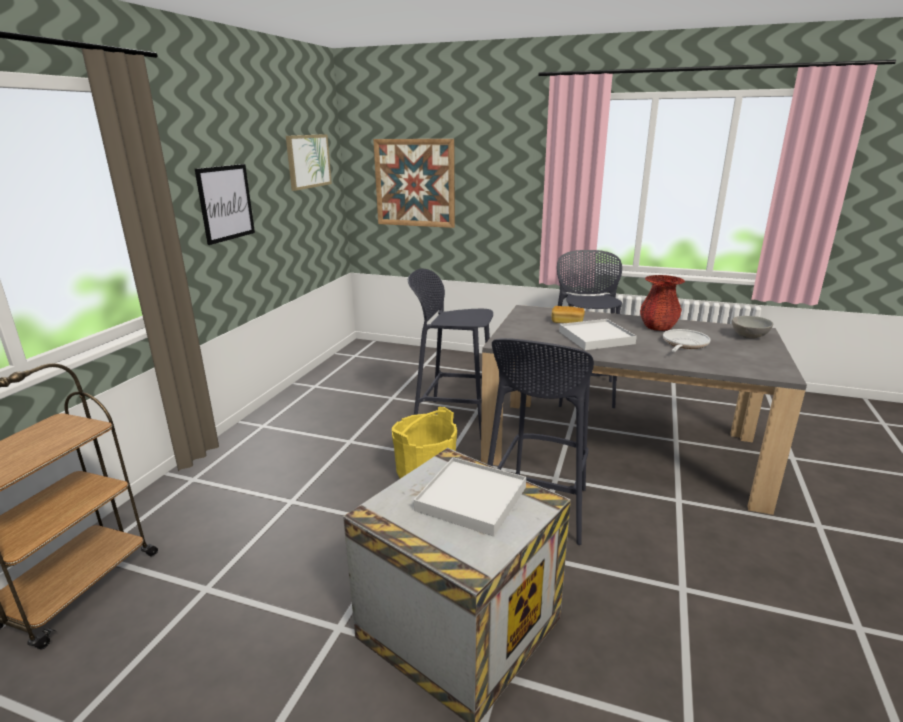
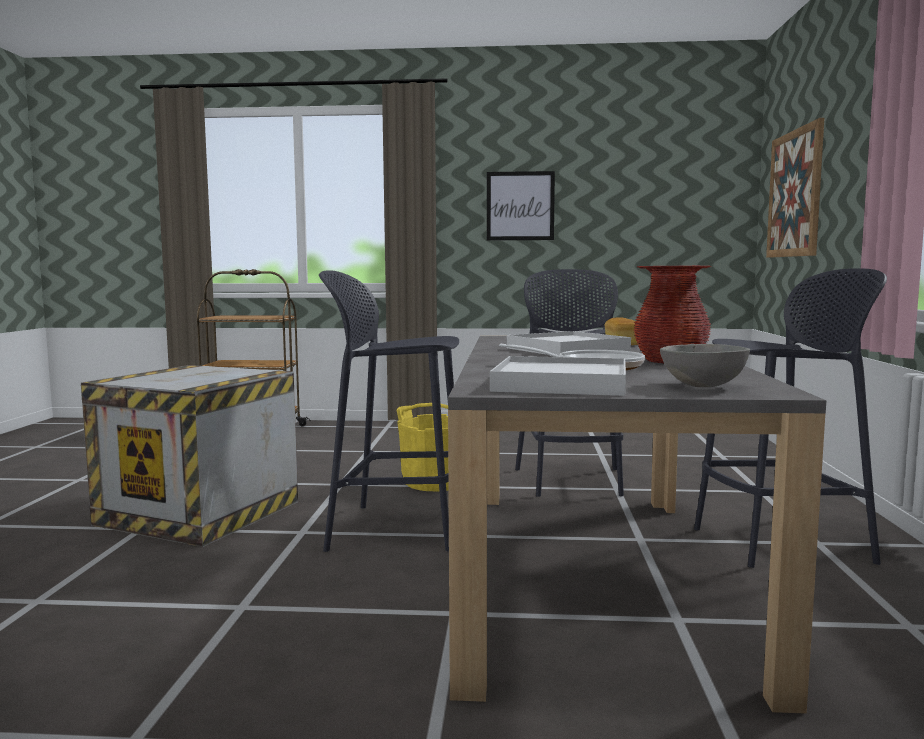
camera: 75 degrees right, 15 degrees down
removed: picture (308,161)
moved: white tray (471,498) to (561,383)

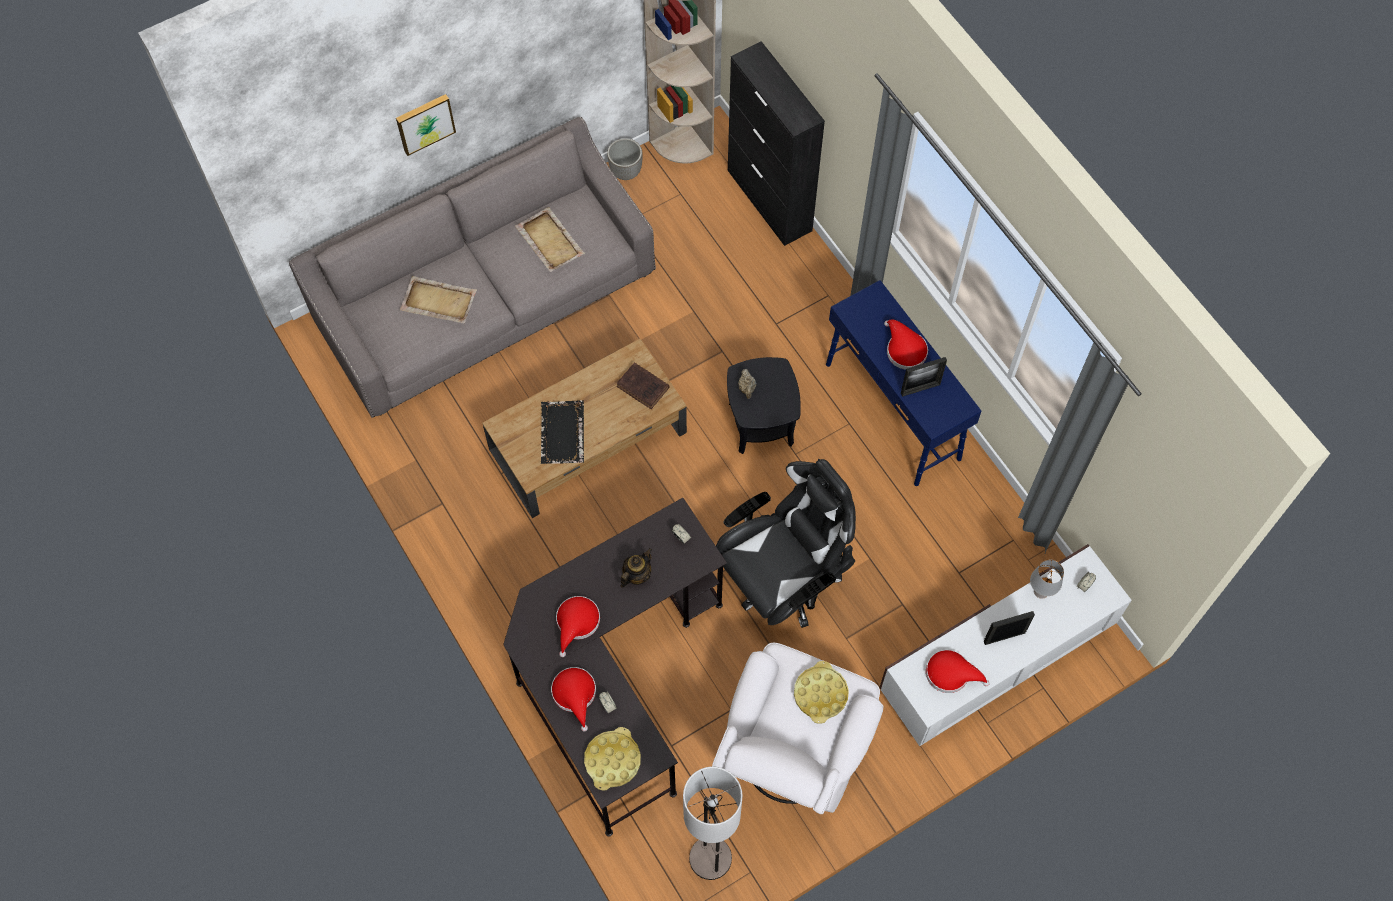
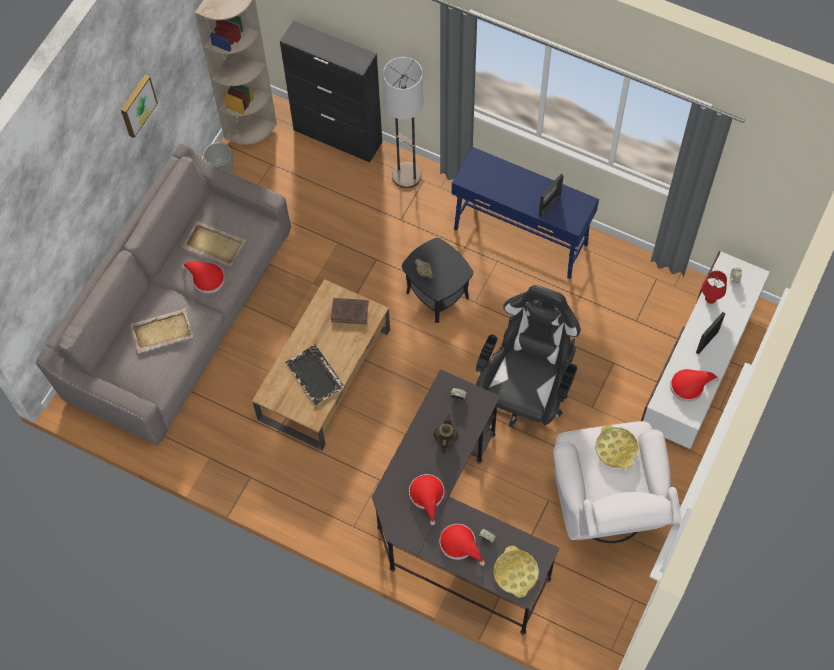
camera: 30 degrees left, 0 degrees up
moved: picture (424,123) to (137,105); red hat (904,349) to (206,278); floor lamp (711,858) to (407,175)
recoloured: grey table lamp (1040,592) to red table lamp (710,299)

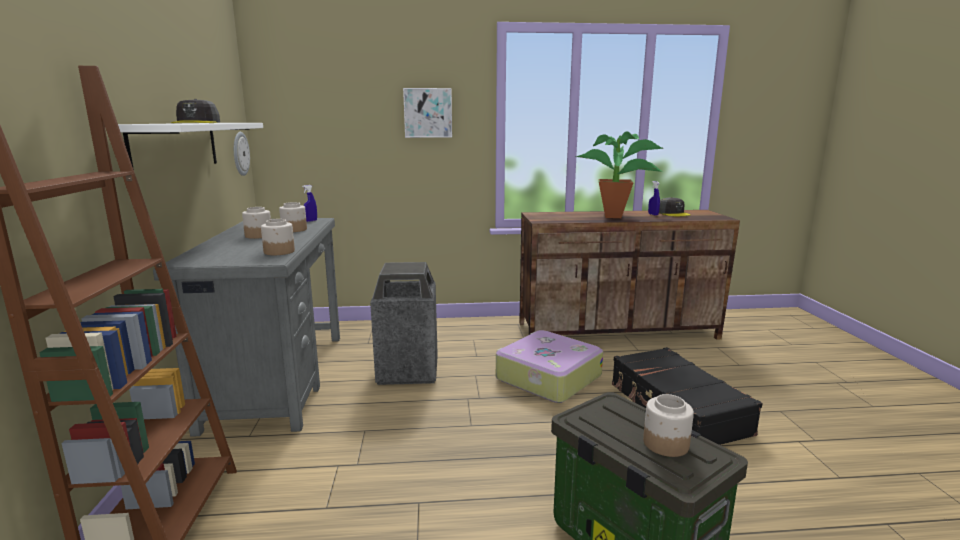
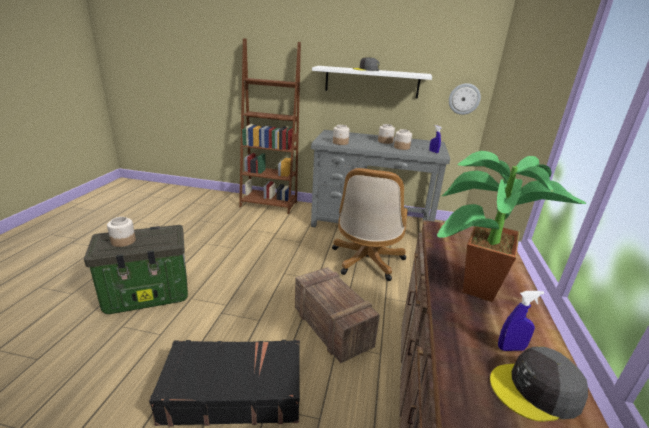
camera: 105 degrees right, 10 degrees up
removed: picture (428,113)
replaced: suitcase (547,377) to crate (331,326); trash can (408,371) to office chair (366,263)

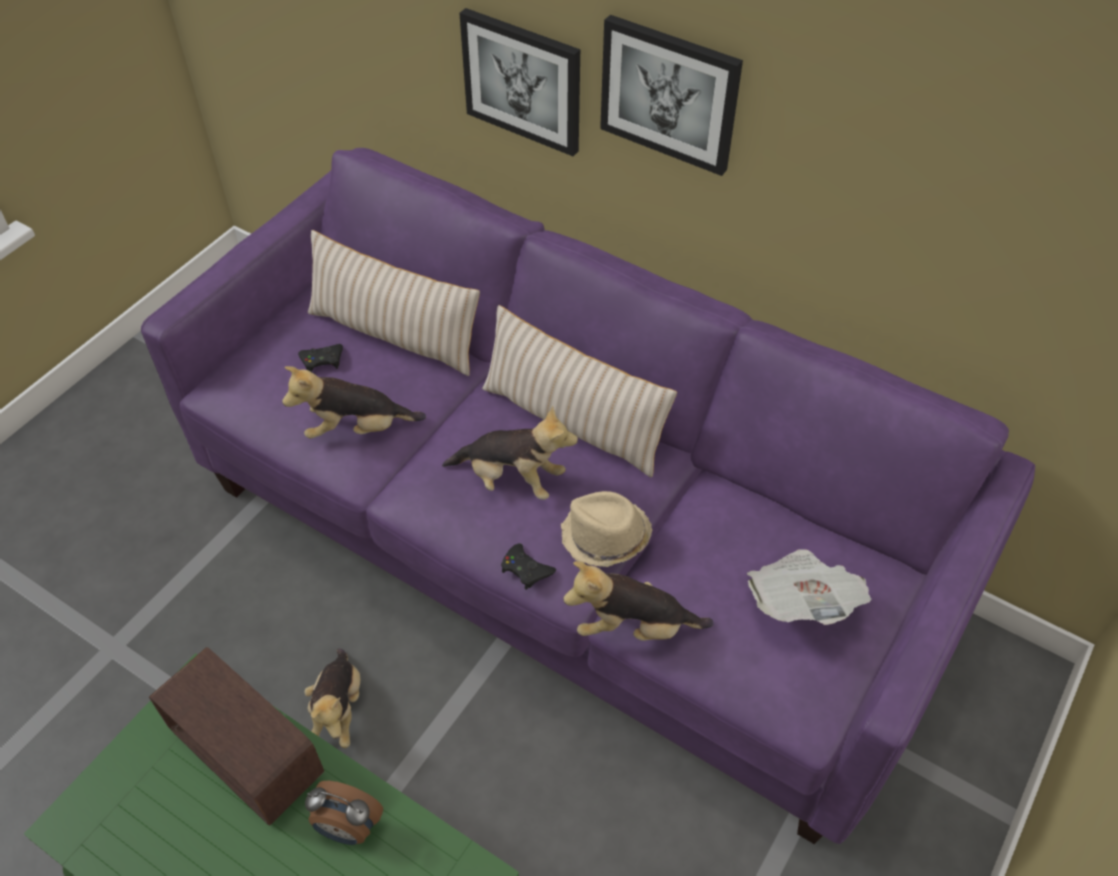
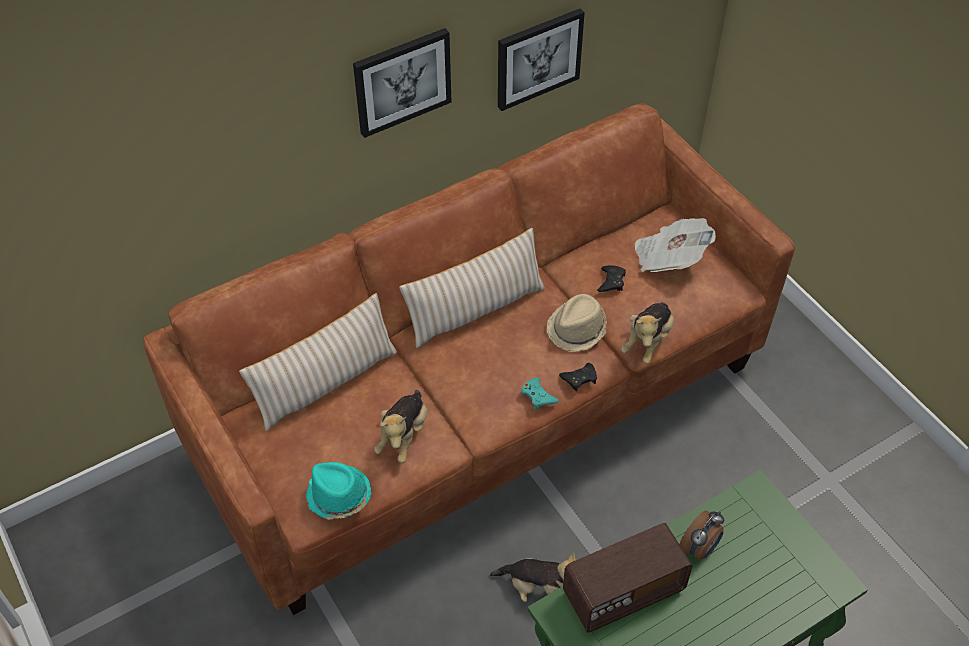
camera: 65 degrees left, 0 degrees up
removed: plush toy (511,479)
added: turquoise hat (338,496); turquoise game controller (538,396)
moved: picture (523,80) to (538,58); black game controller (322,360) to (611,281)
recoloured: purple sofa (561,554) to brown sofa (482,411)

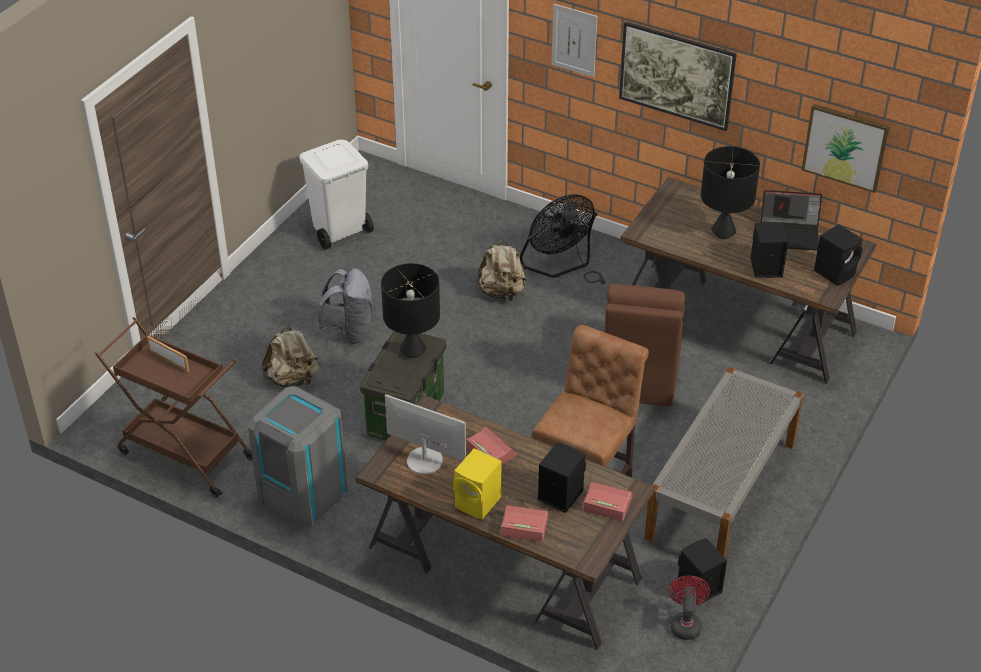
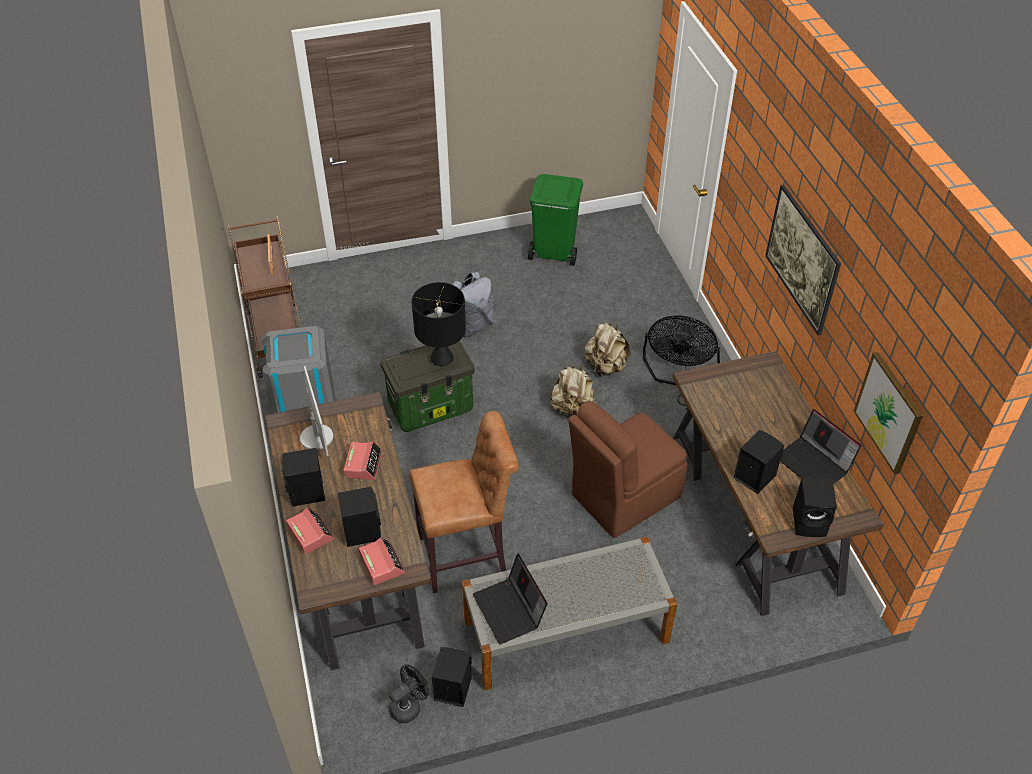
camera: 45 degrees right, 5 degrees up
removed: picture (574,40); black table lamp (723,232)
added: laptop (510,610)
moved: beige backpack (293,379) to (572,409)
recoloured: yellow speaker (479,503) to black speaker (307,493); red fan (685,623) to black fan (409,706); white trash can (339,232) to green trash can (553,253)

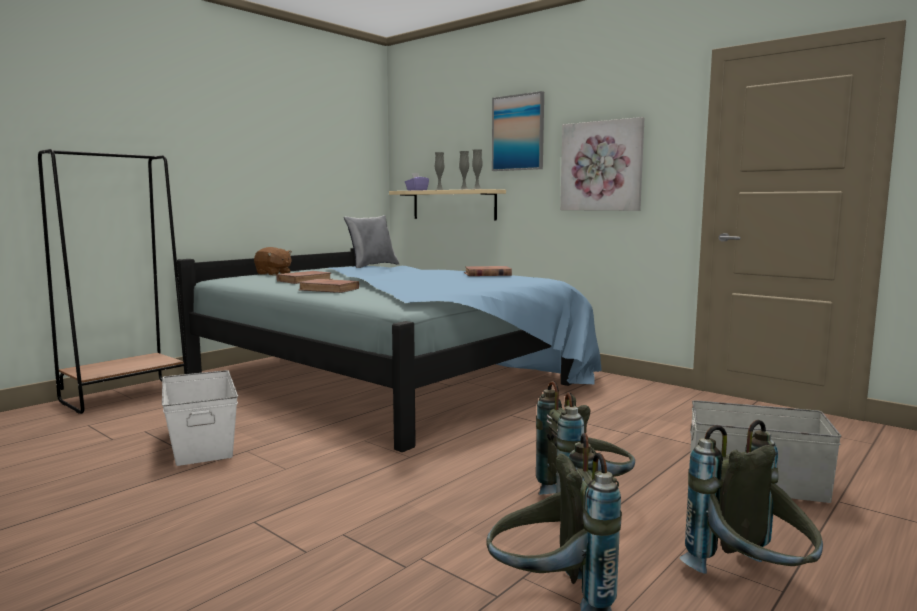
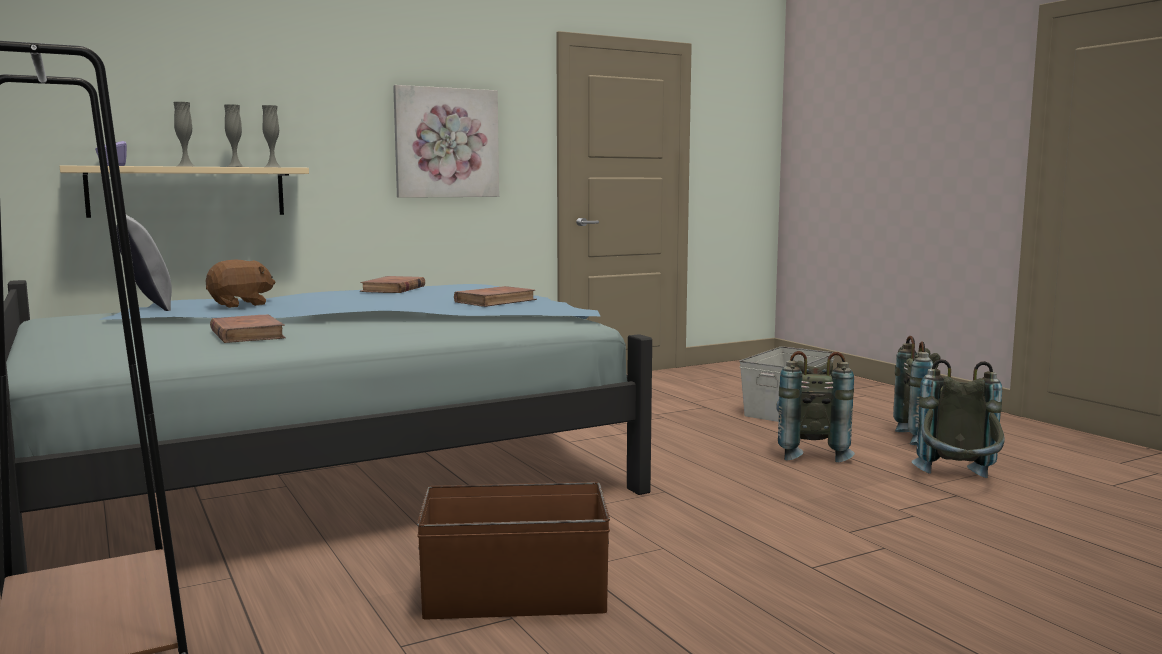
camera: 70 degrees left, 0 degrees up
removed: picture (518,133)
moved: brown plush toy (273,274) to (241,304); brown book (329,289) to (495,301)
recoloured: white storage box (202,442) to brown storage box (514,596)

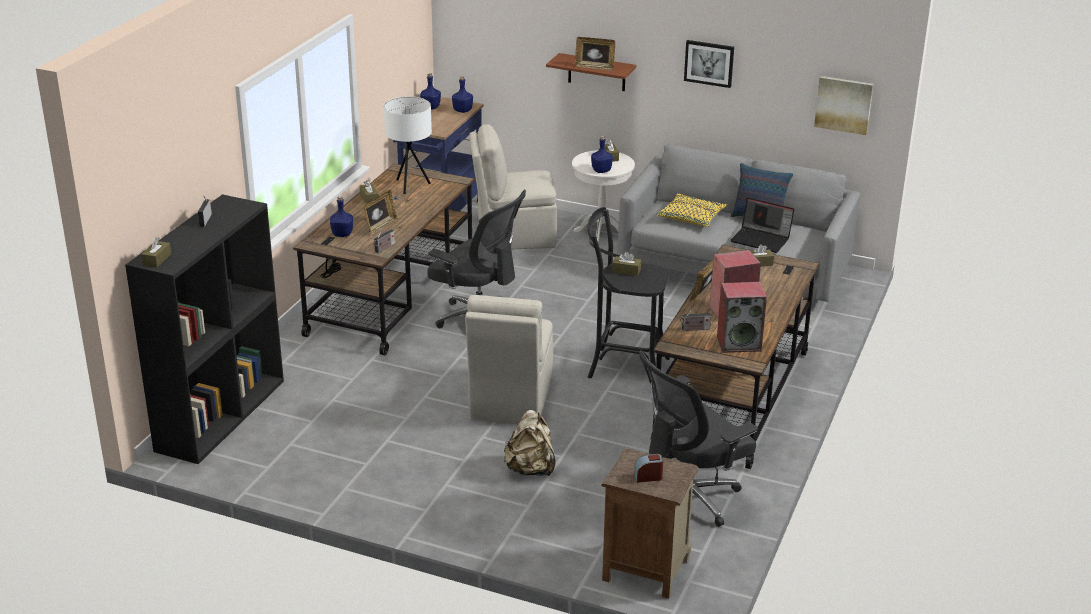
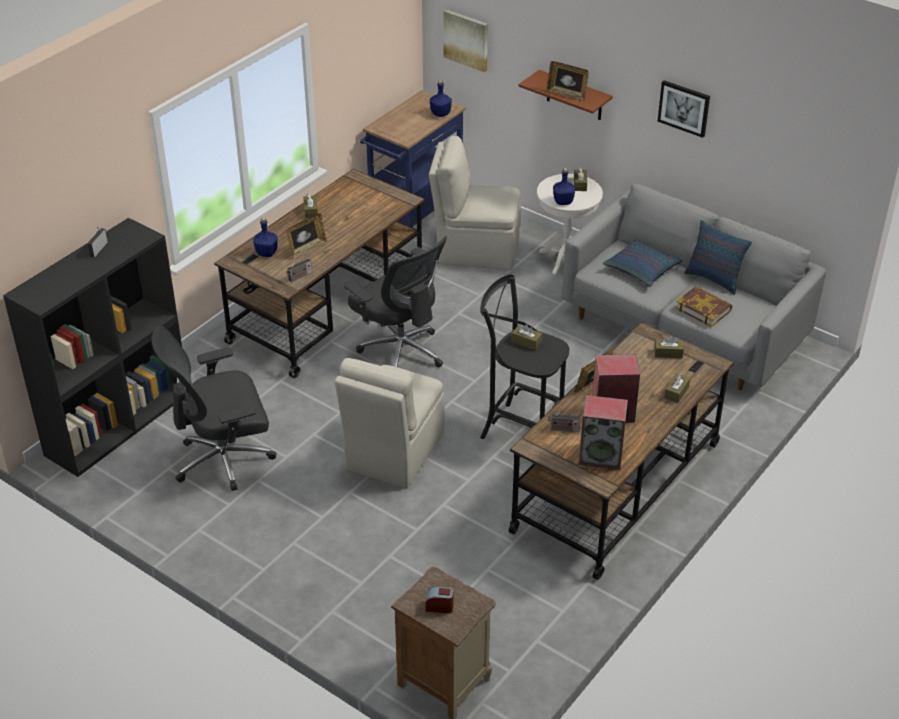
camera: 15 degrees right, 10 degrees up
removed: white table lamp (409,187); blue bottle (431,107); beige backpack (530,469)
moved: office chair (689,499) to (225,459); picture (843,104) to (466,40); brown tissue box (157,260) to (676,392)
replaced: laptop (761,239) to book (703,309)
recoloured: yellow pillow (691,217) to blue pillow (642,269)

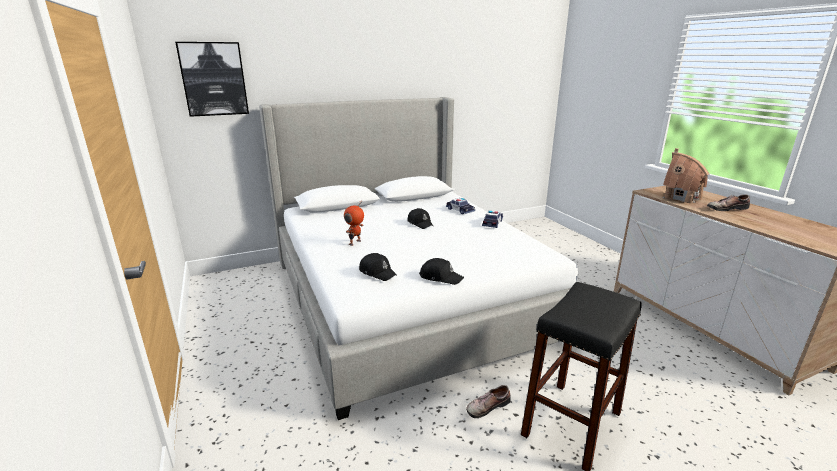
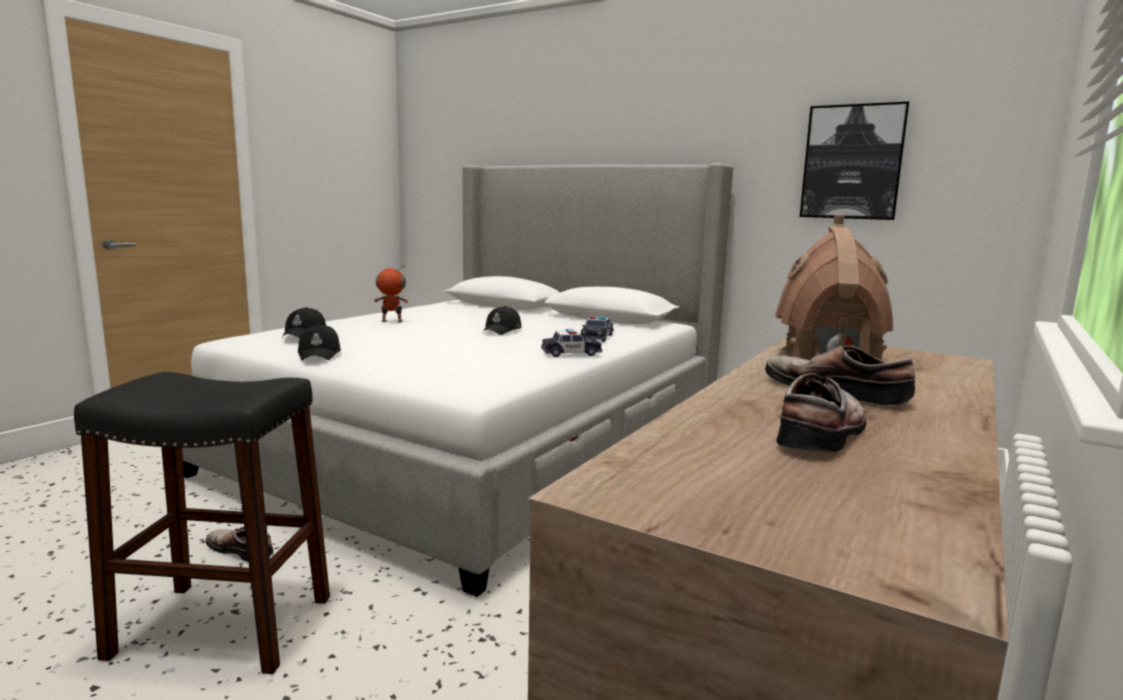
camera: 55 degrees right, 10 degrees down
added: shoe (824,433)
moved: picture (214,79) to (852,162)

